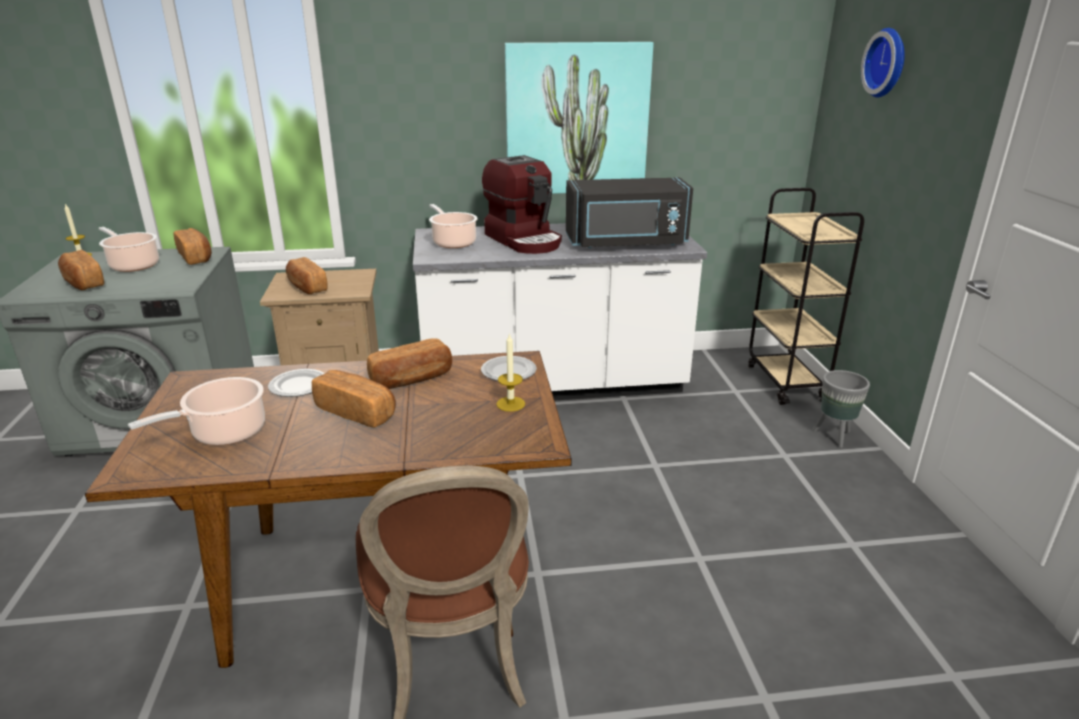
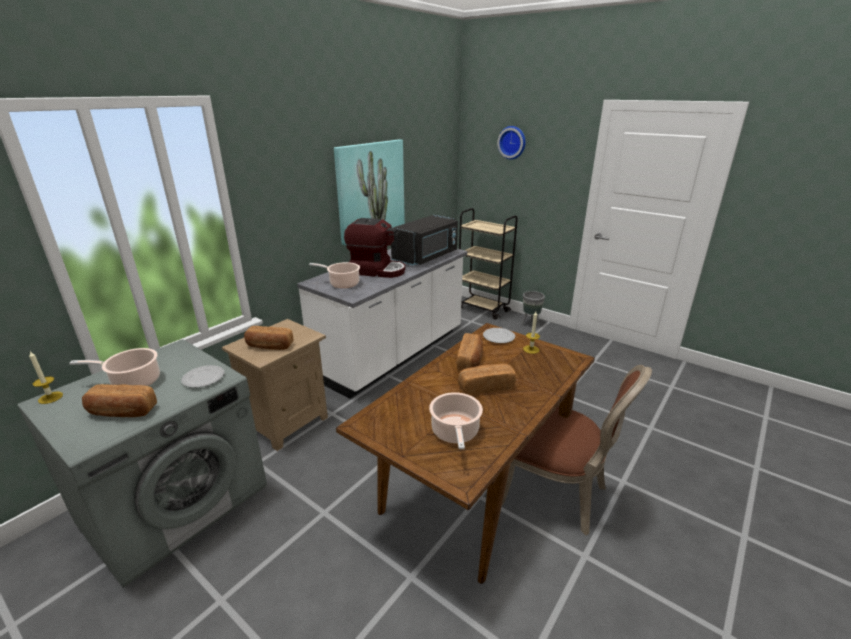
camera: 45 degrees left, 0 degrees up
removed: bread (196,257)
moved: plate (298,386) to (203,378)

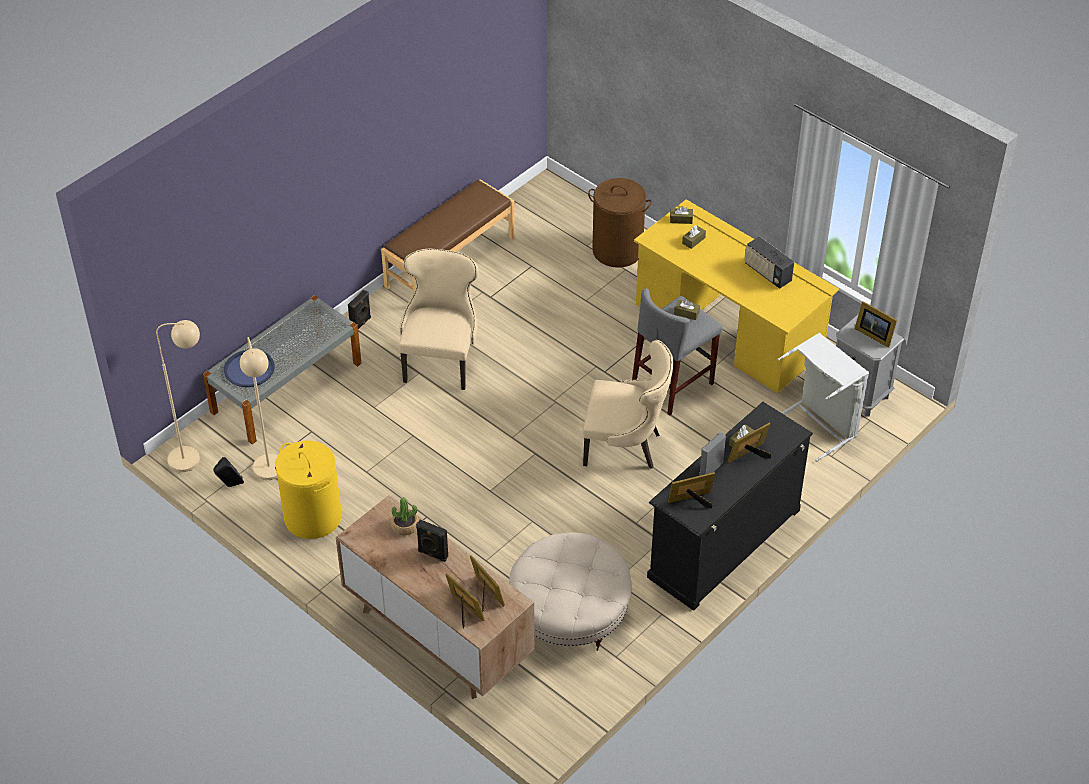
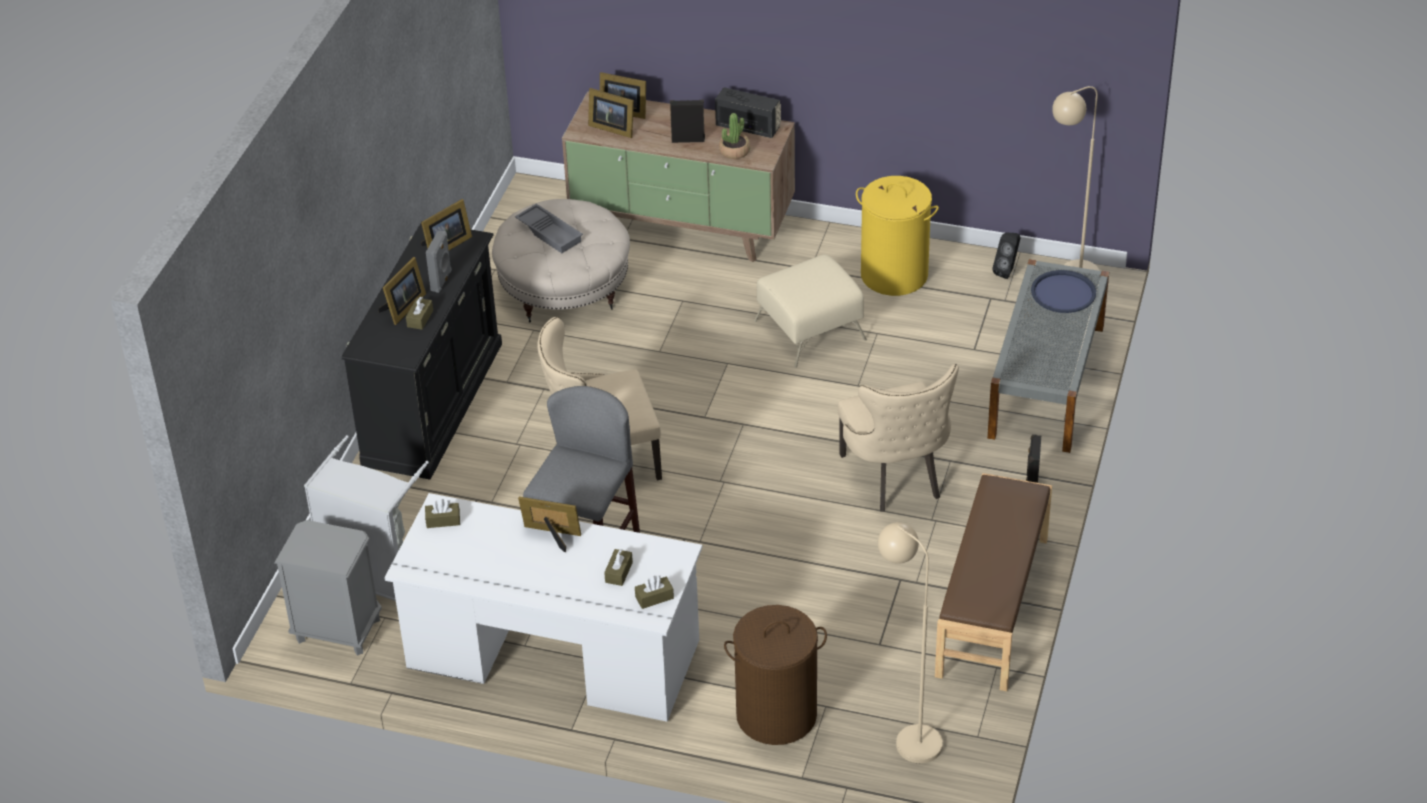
camera: 155 degrees right, 5 degrees down
added: grey tray (550,232); beige ottoman (810,330)
moved: brown tissue box (686,313) to (443,520); picture frame (873,334) to (552,536); radio (767,273) to (748,127); beige floor lamp (271,476) to (908,737)
recoloured: yellow desk (729,329) to white desk (553,656)

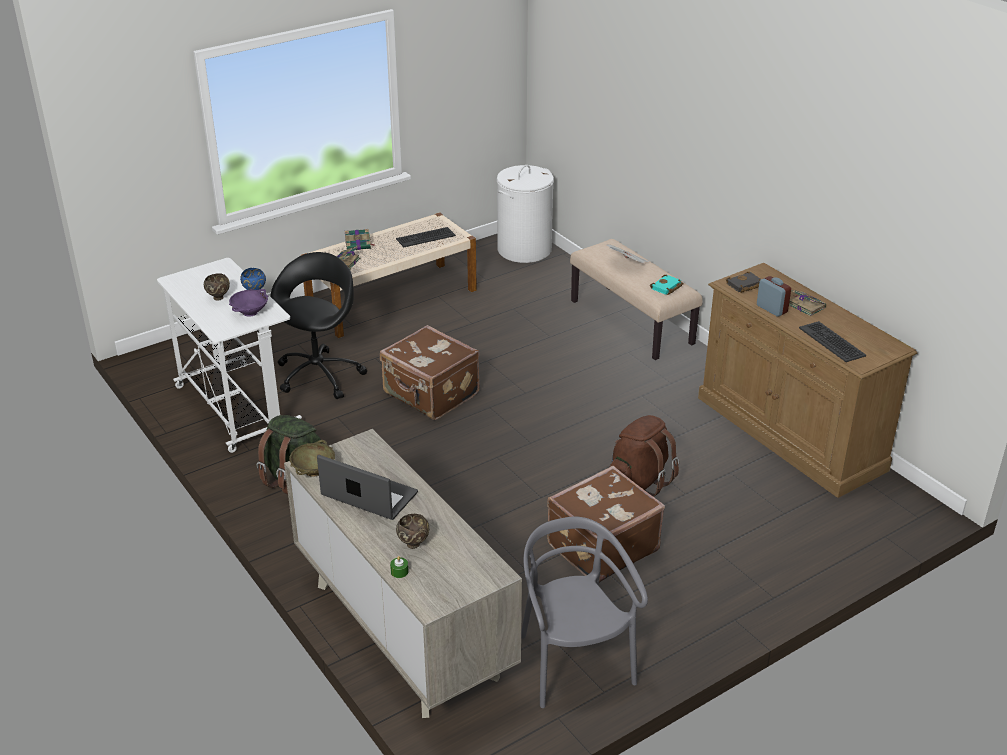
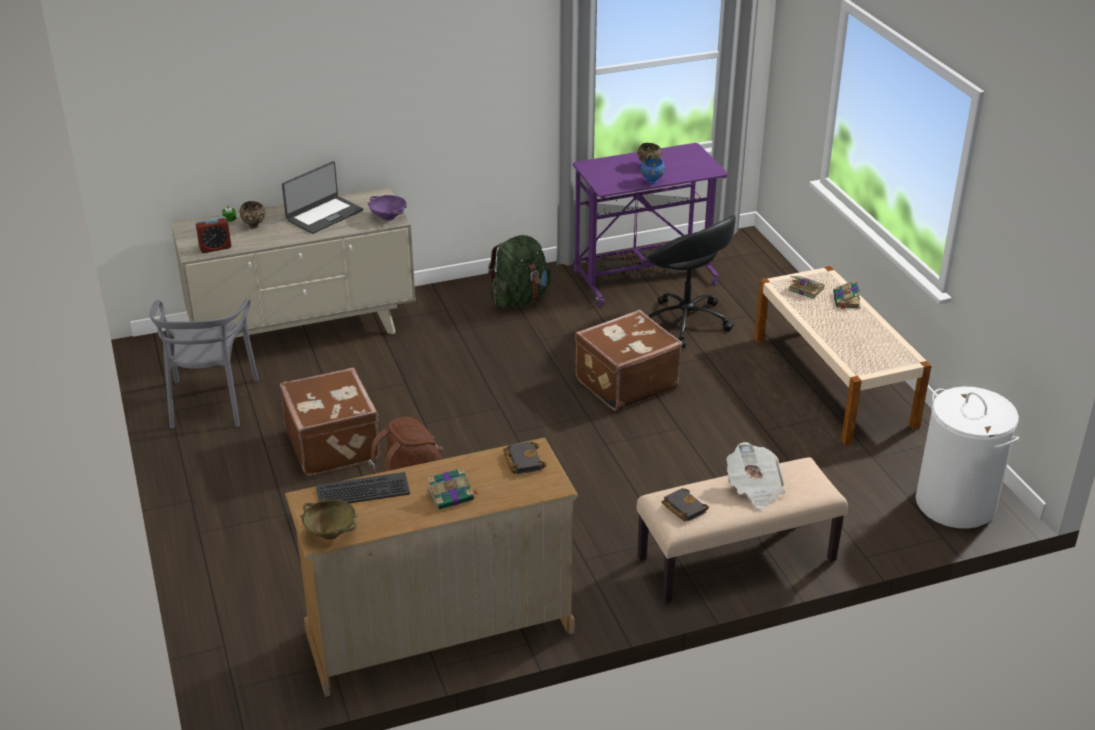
camera: 105 degrees right, 0 degrees up
removed: keyboard (425,237)
moved: alarm clock (771,309) to (215,247); beige bowl (313,471) to (330,532); purple bowl (250,312) to (388,217)
recoloured: white desk (237,407) to purple desk (645,277); turquoise book (666,288) to black book (682,508)
turned: grey chair (573,663) = (211,402) 90 degrees clockwise

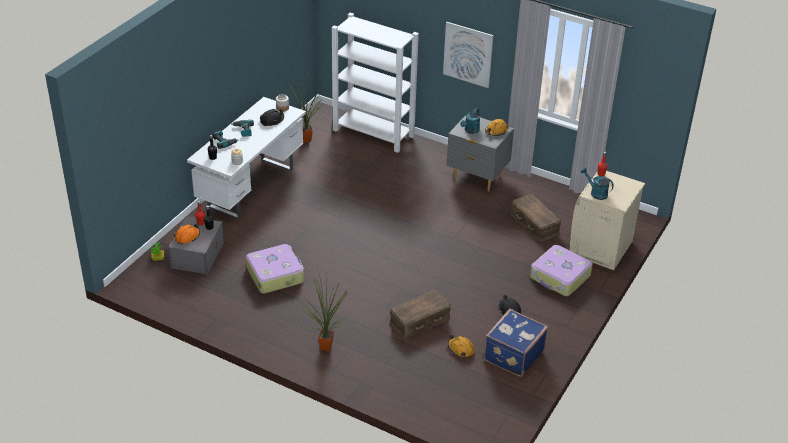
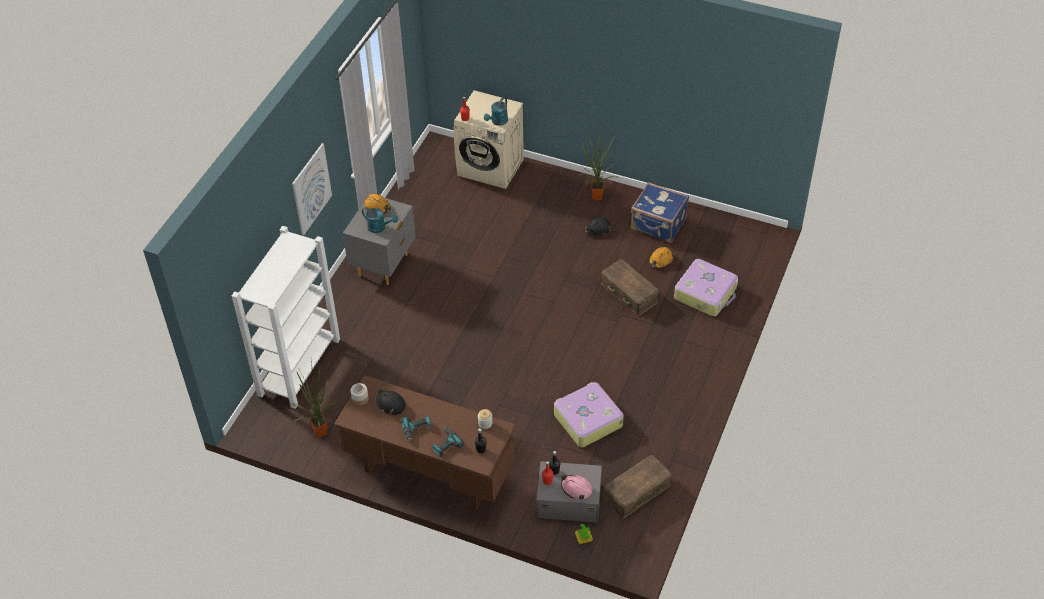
camera: 95 degrees left, 10 degrees up
moved: potted plant (327,346) to (595,197); brown storage box (535,224) to (636,491); suitcase (560,277) to (706,293)
recoloured: white desk (251,187) to brown desk (429,473); orange hard hat (187,237) to pink hard hat (576,489)

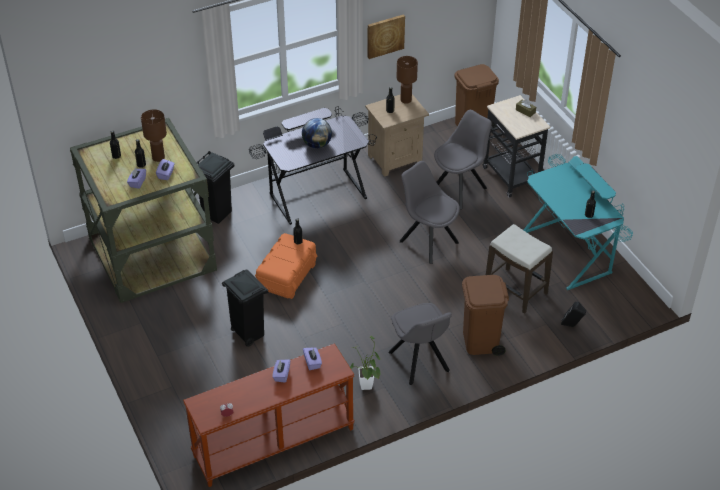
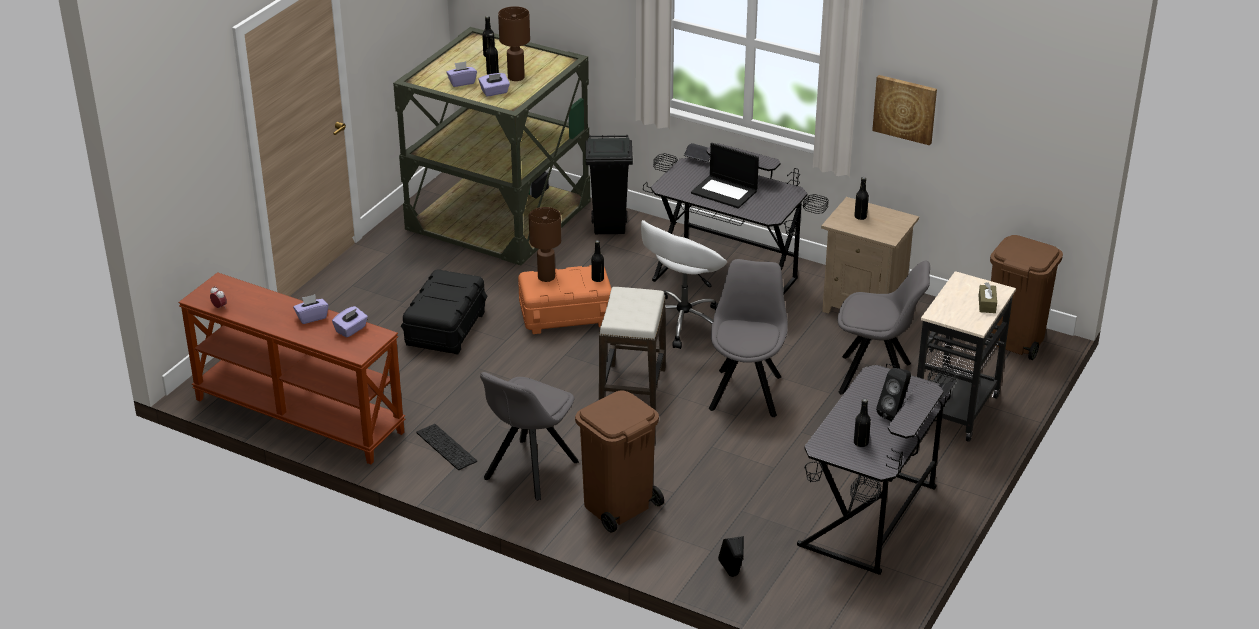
camera: 55 degrees right, 10 degrees down
added: white office chair (681,323); black speaker (894,413)
moved: brown table lamp (406,100) to (547,277); stool (515,290) to (632,389)
replaced: black trash can (248,334) to black storage box (445,328); potted plant (366,388) to keyboard (444,447); globe (317,144) to laptop (725,192)
recoloured: turquoise desk (568,252) to black desk (872,517)

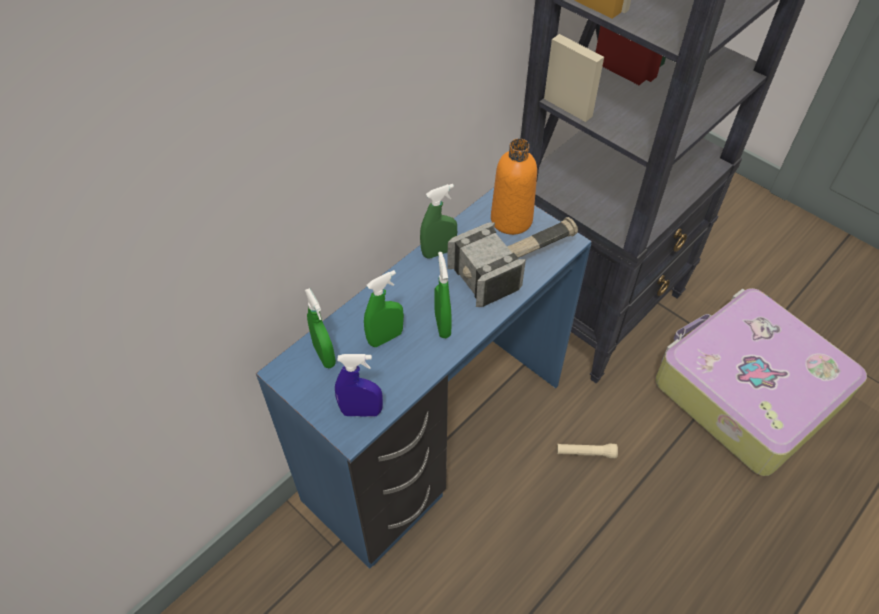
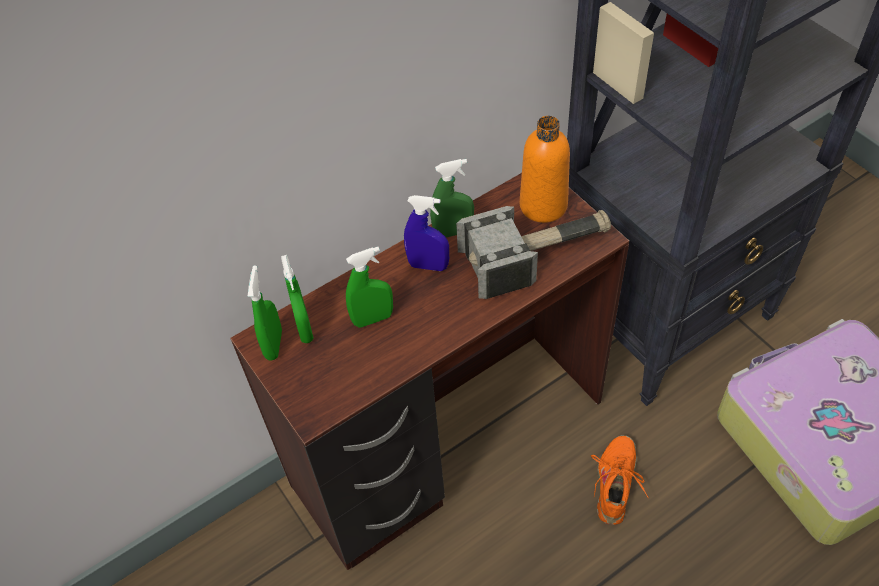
camera: 15 degrees right, 0 degrees up
moved: green spray bottle (442,325) to (274,344); blue spray bottle (361,411) to (428,265)
replaced: beige flashlight (585,453) to orange shoe (616,483)
recoloured: blue desk (438,442) to brown desk (451,445)

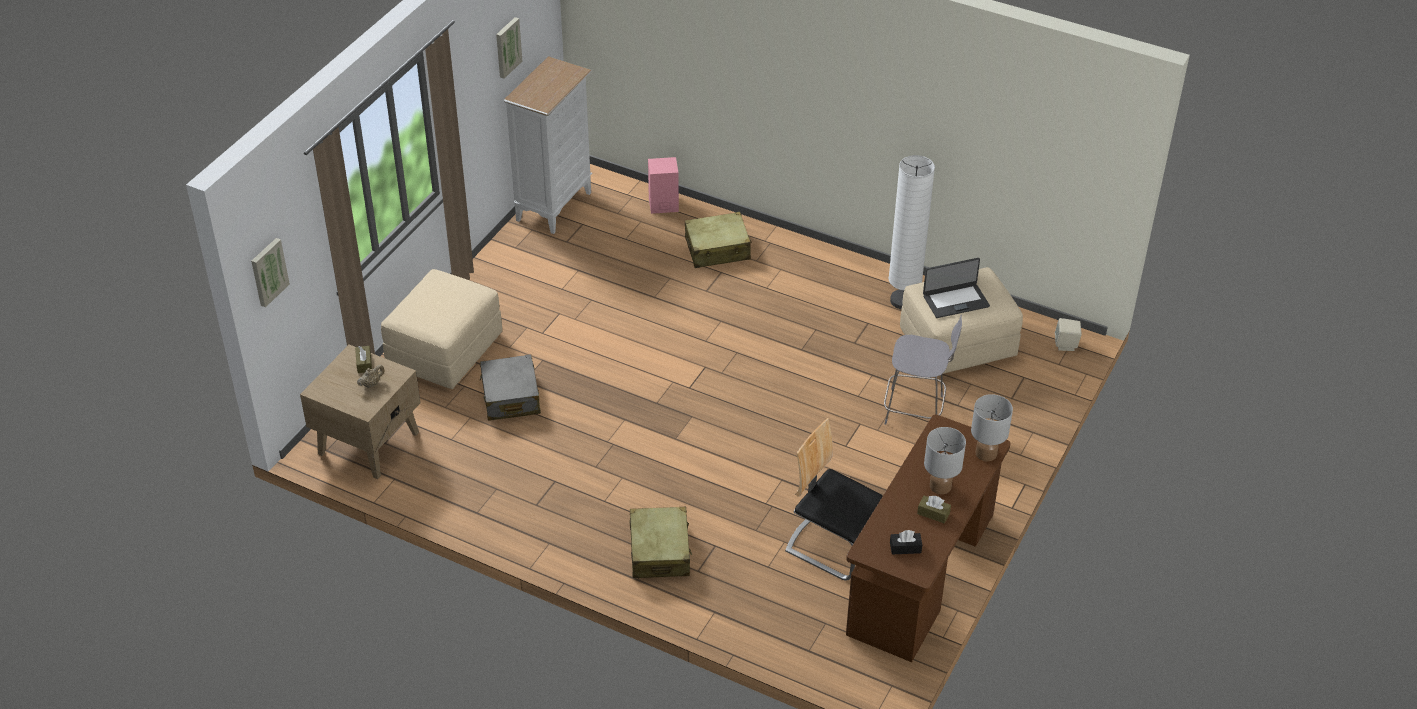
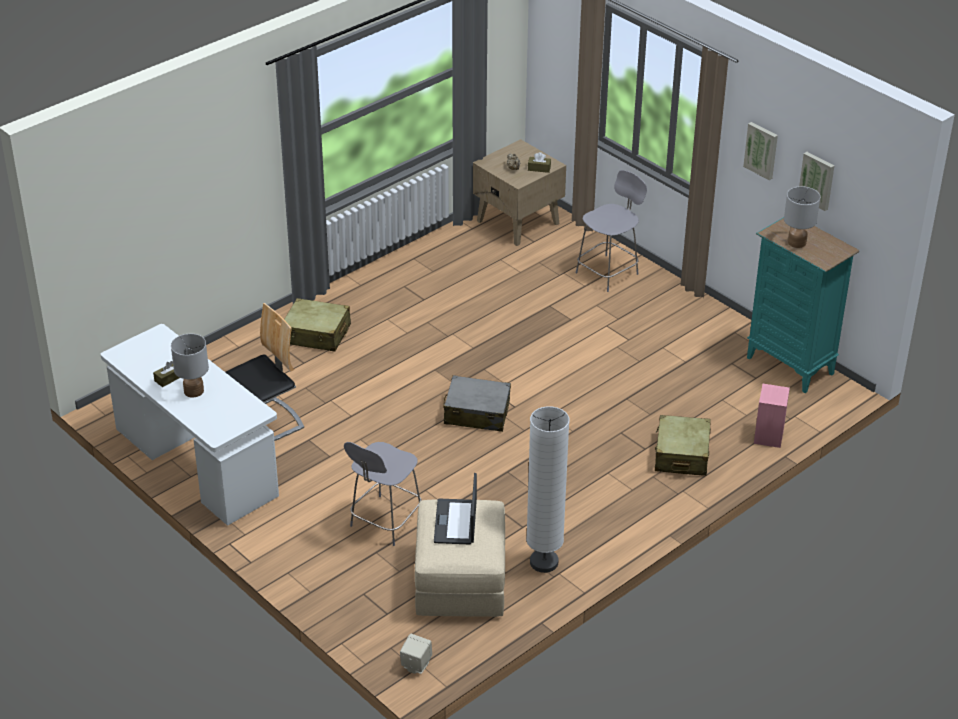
camera: 110 degrees right, 5 degrees down
removed: black tissue box (905,548)
moved: grey suitcase (510,397) to (476,413); picture (268,271) to (761,150); grey table lamp (986,453) to (797,242)
replaced: beige ottoman (445,350) to grey chair (608,272)
recoloured: brown desk (921,575) to white desk (196,464); white dresser (556,206) to turquoise dresser (790,367)

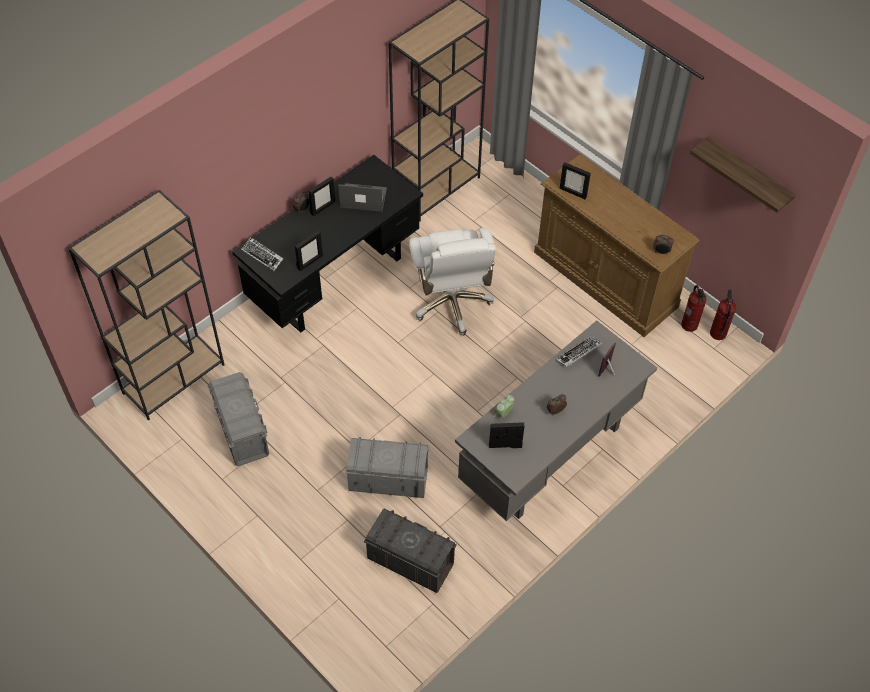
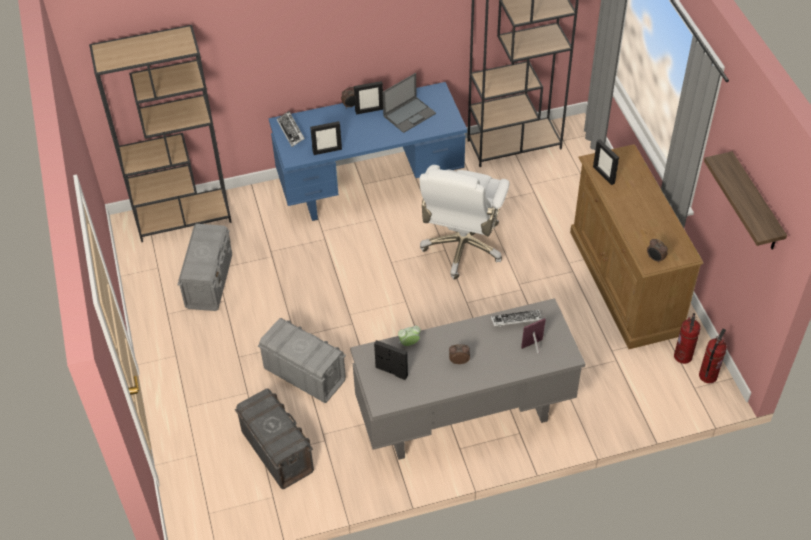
camera: 30 degrees right, 5 degrees down
recoloured: black desk (334,279) to blue desk (371,188)
turned: laptop (362,198) = (410,114) 105 degrees clockwise

